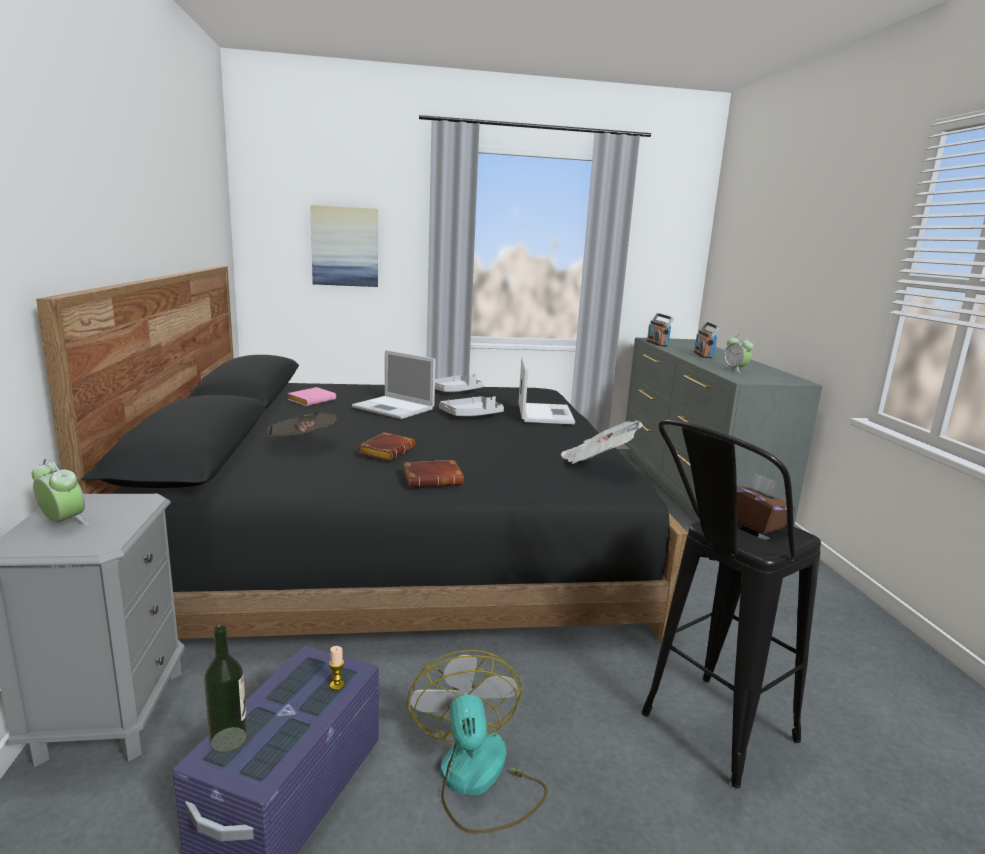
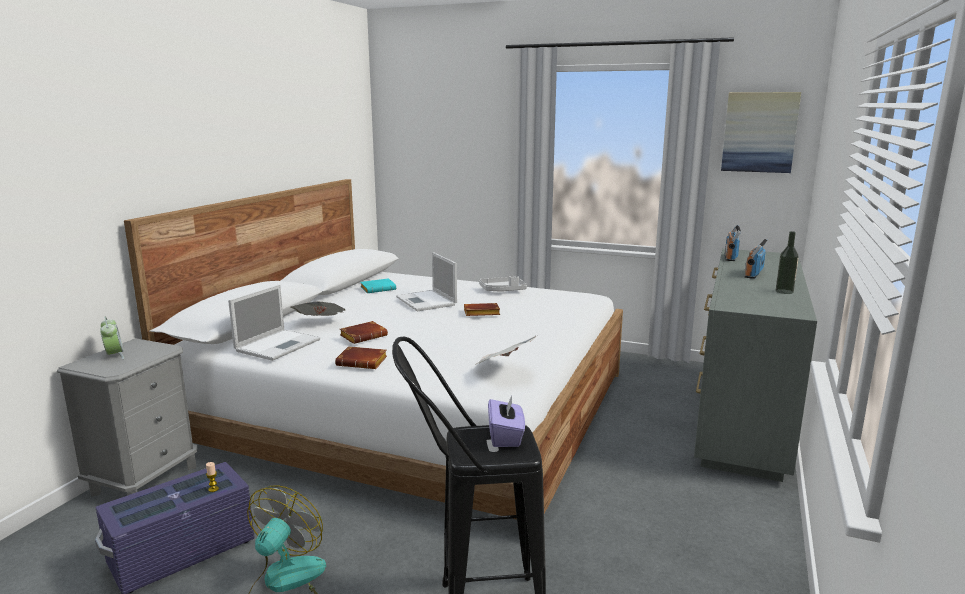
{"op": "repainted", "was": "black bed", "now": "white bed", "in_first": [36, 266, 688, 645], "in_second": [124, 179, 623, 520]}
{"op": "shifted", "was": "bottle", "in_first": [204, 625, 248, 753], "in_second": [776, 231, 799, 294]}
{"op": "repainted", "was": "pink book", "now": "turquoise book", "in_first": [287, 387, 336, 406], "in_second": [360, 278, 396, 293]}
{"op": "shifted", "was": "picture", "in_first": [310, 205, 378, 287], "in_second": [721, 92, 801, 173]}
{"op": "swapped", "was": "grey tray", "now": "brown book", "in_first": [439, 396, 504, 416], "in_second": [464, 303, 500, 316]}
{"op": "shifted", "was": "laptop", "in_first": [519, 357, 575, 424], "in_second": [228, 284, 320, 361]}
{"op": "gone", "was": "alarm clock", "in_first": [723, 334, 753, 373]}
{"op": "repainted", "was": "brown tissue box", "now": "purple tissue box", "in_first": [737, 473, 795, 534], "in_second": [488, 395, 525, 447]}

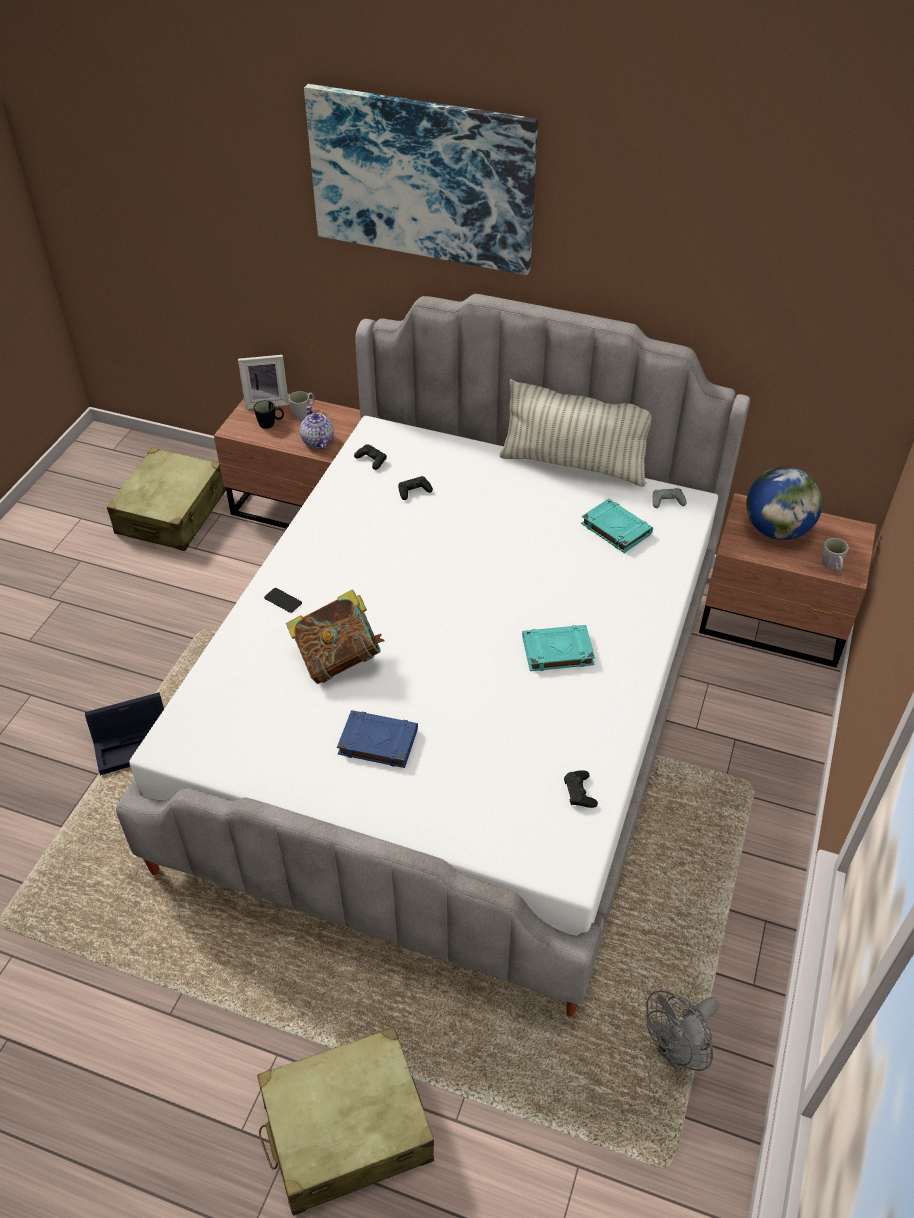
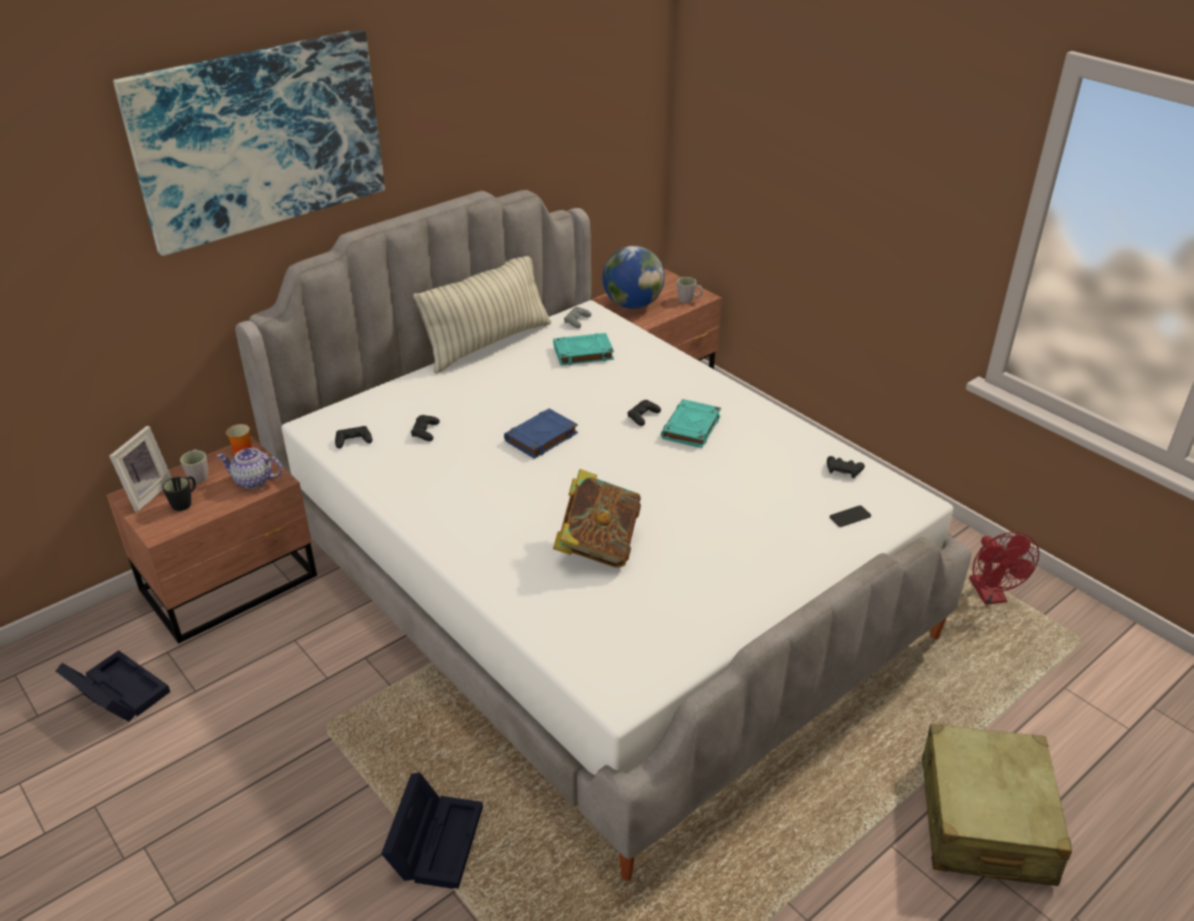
{"op": "swapped", "was": "beige suitcase", "now": "black storage box", "in_first": [107, 448, 226, 551], "in_second": [56, 650, 170, 722]}
{"op": "shifted", "was": "phone", "in_first": [264, 588, 302, 613], "in_second": [829, 506, 871, 527]}
{"op": "shifted", "was": "blue book", "in_first": [337, 710, 418, 768], "in_second": [504, 409, 578, 459]}
{"op": "repainted", "was": "grey fan", "now": "red fan", "in_first": [646, 991, 719, 1071], "in_second": [969, 532, 1039, 605]}
{"op": "new", "now": "mug", "in_second": [226, 424, 252, 455]}
{"op": "new", "now": "black game controller", "in_second": [627, 400, 661, 426]}

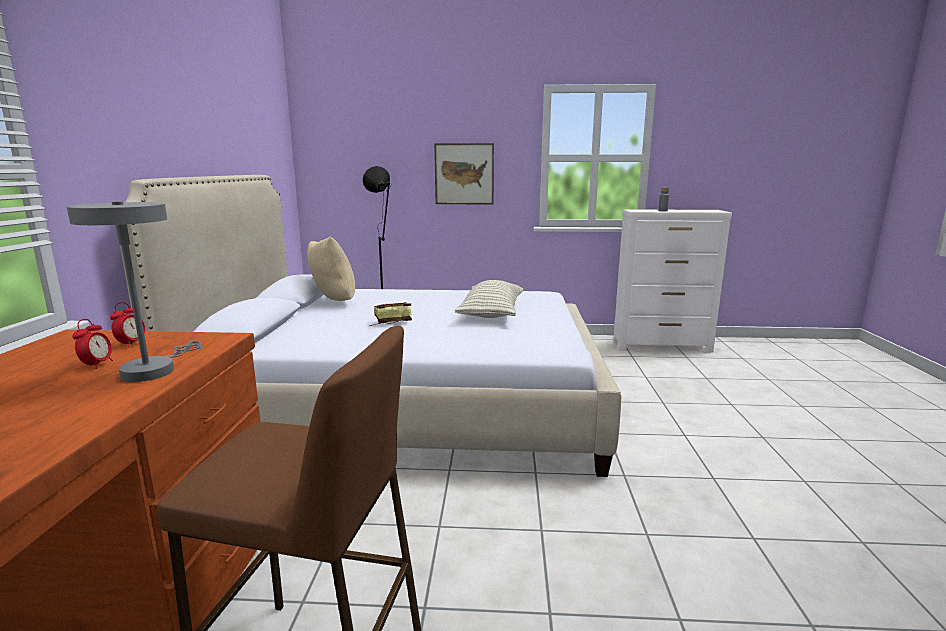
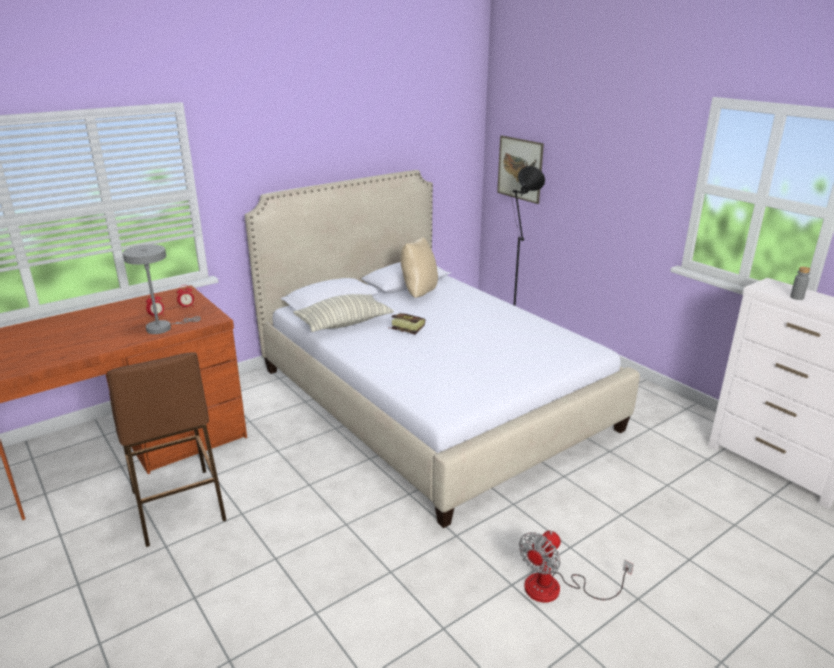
{"op": "shifted", "was": "picture", "in_first": [434, 143, 494, 204], "in_second": [497, 135, 544, 204]}
{"op": "shifted", "was": "pillow", "in_first": [455, 280, 523, 318], "in_second": [293, 294, 394, 332]}
{"op": "new", "now": "fan", "in_second": [519, 530, 634, 603]}

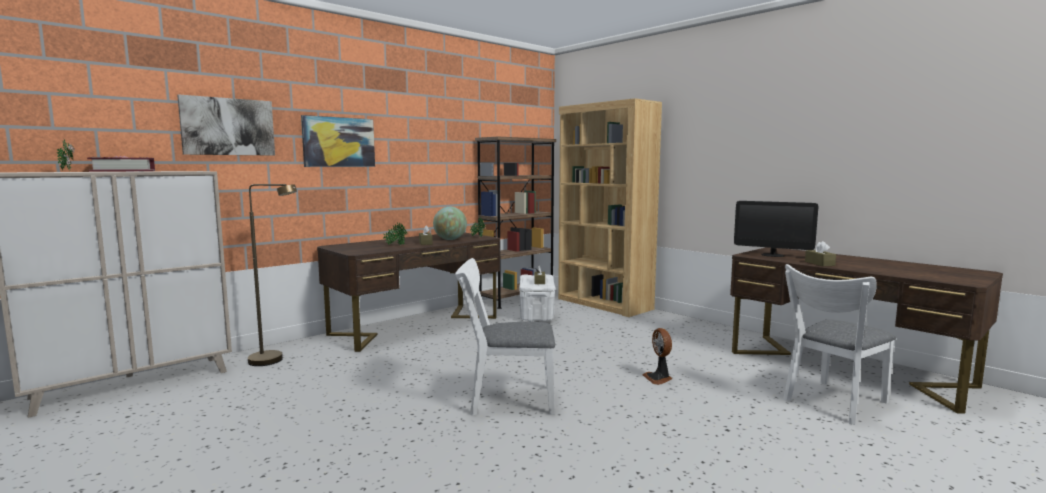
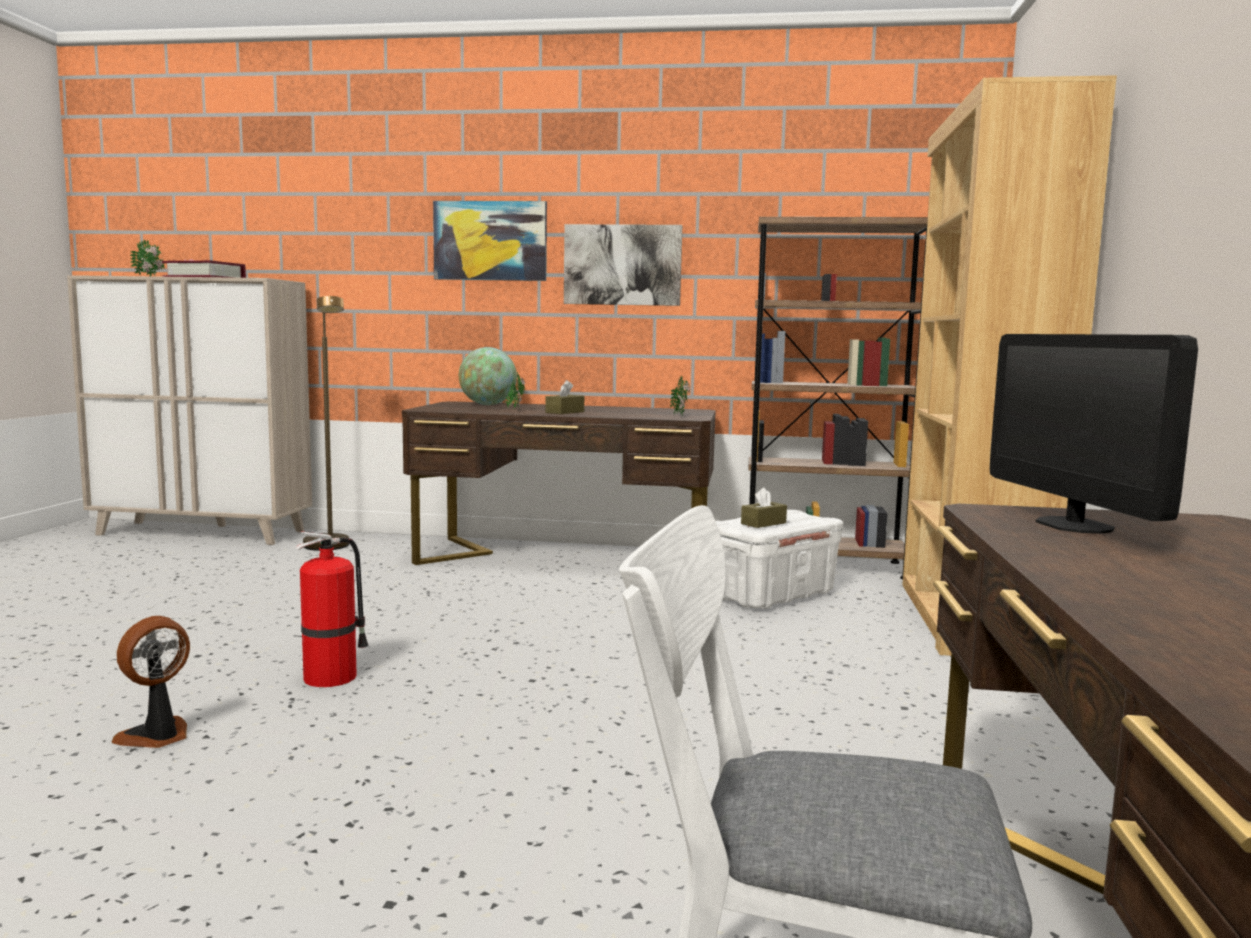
{"op": "shifted", "was": "picture", "in_first": [177, 94, 275, 156], "in_second": [564, 224, 682, 306]}
{"op": "shifted", "was": "globe", "in_first": [433, 207, 467, 240], "in_second": [459, 347, 517, 405]}
{"op": "swapped", "was": "white chair", "now": "fire extinguisher", "in_first": [455, 258, 555, 416], "in_second": [296, 531, 368, 687]}
{"op": "shifted", "was": "fan", "in_first": [643, 328, 672, 385], "in_second": [112, 616, 190, 748]}
{"op": "gone", "was": "brown tissue box", "in_first": [805, 241, 836, 266]}

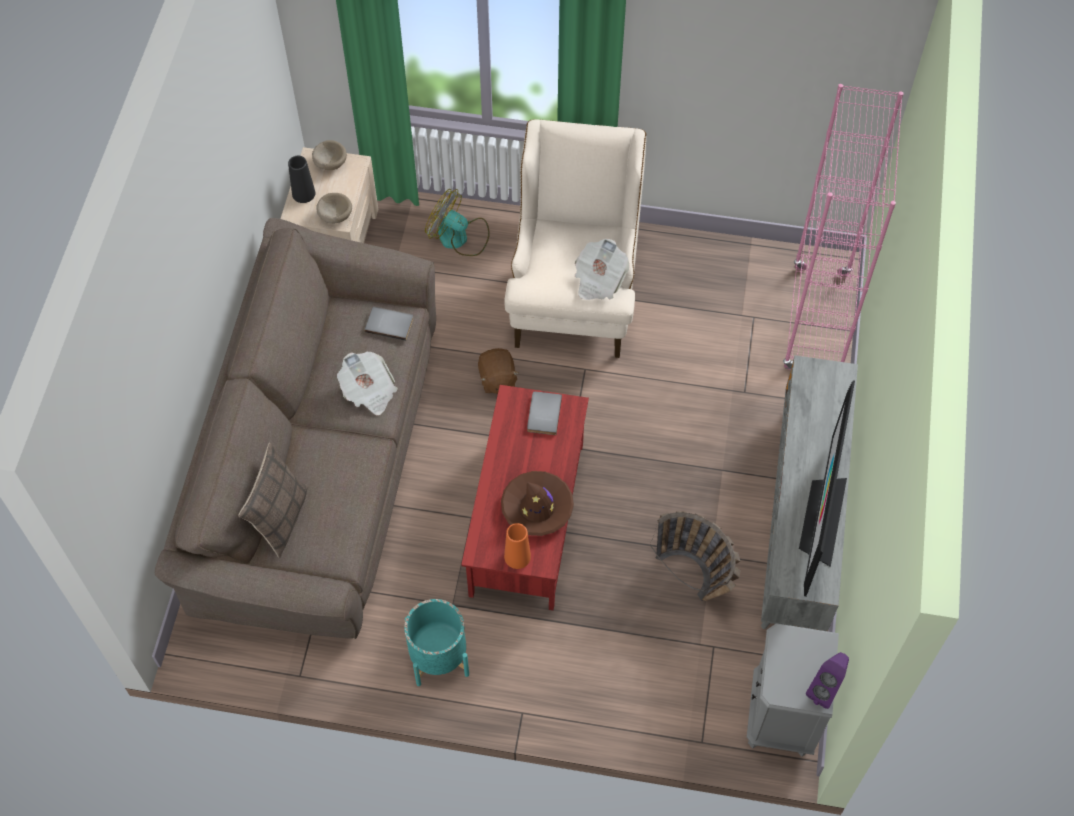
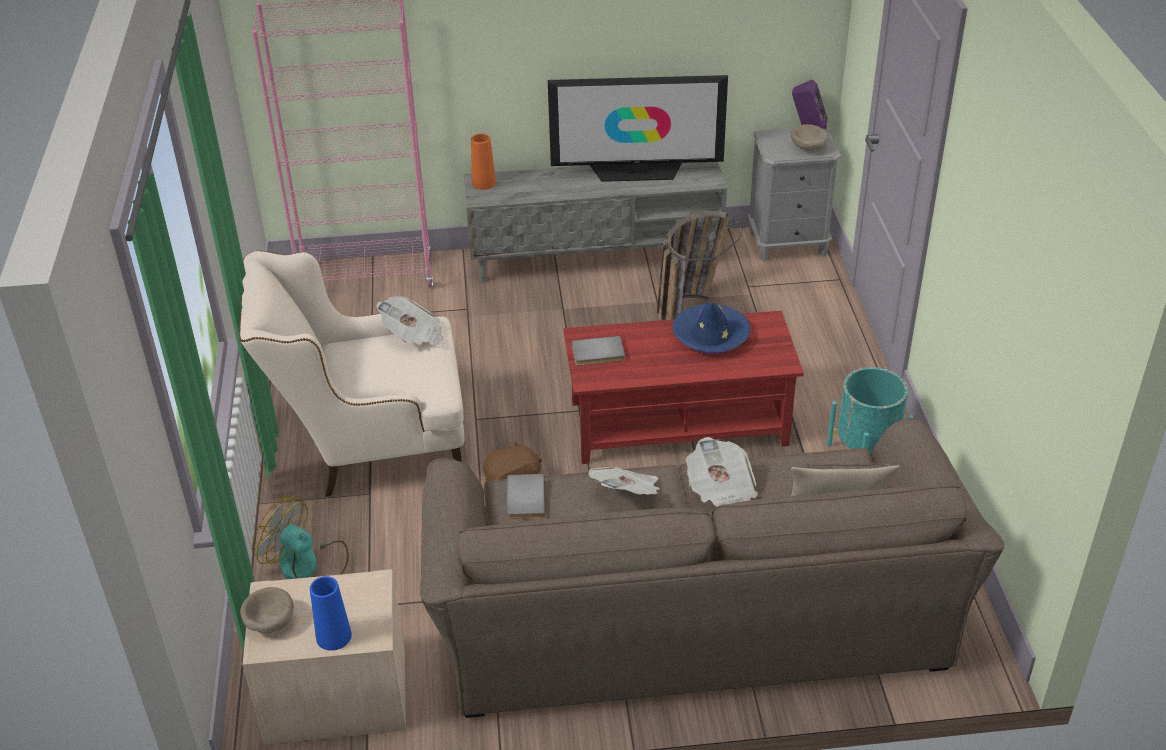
{"op": "repainted", "was": "black vase", "now": "blue vase", "in_first": [288, 156, 315, 203], "in_second": [310, 576, 352, 651]}
{"op": "shifted", "was": "beige bowl", "in_first": [316, 193, 352, 224], "in_second": [791, 124, 828, 151]}
{"op": "rotated", "was": "fan", "in_first": [425, 189, 490, 256], "in_second": [252, 495, 349, 579], "clockwise": 105}
{"op": "repainted", "was": "brown hat", "now": "blue hat", "in_first": [501, 471, 574, 536], "in_second": [673, 303, 750, 354]}
{"op": "shifted", "was": "orange vase", "in_first": [504, 523, 531, 569], "in_second": [471, 134, 496, 190]}
{"op": "new", "now": "newspaper", "in_second": [686, 437, 758, 507]}

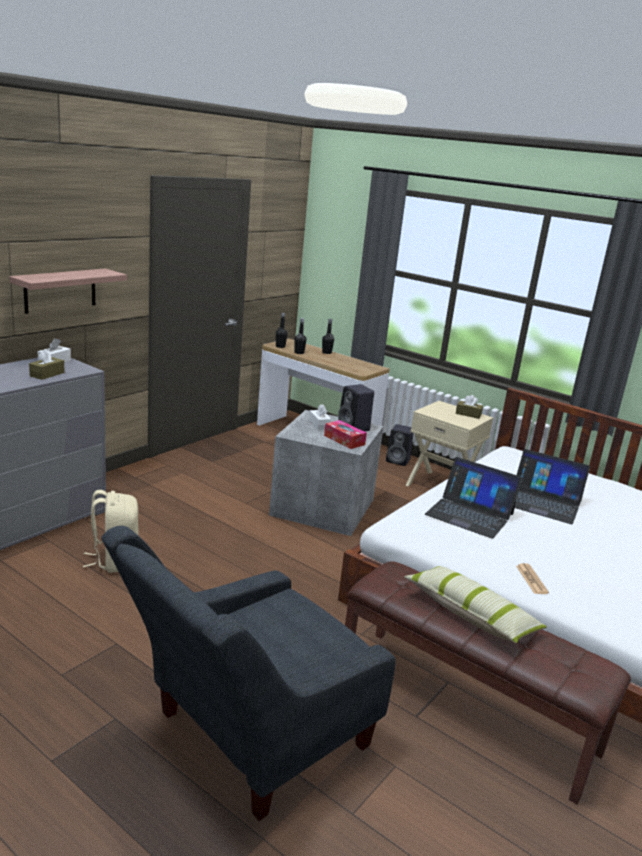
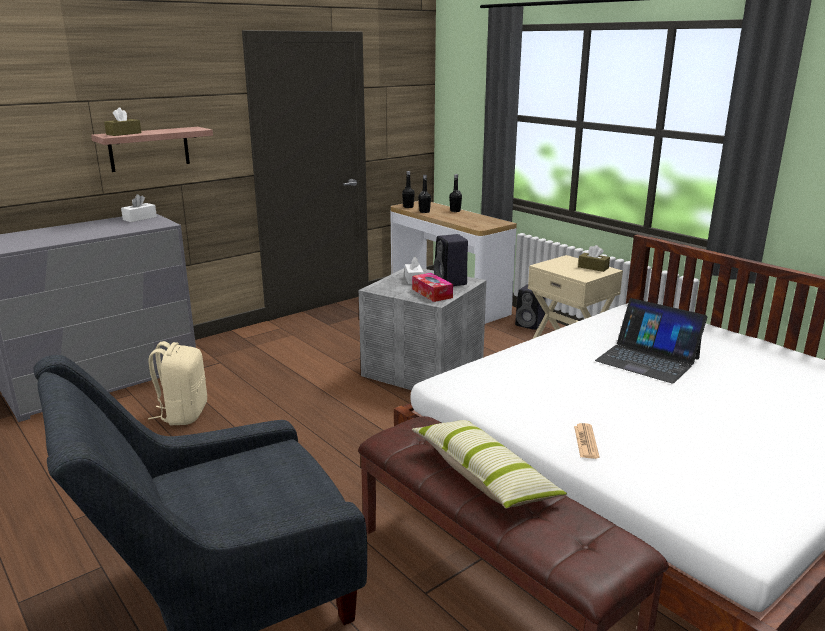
{"op": "shifted", "was": "brown tissue box", "in_first": [29, 349, 65, 380], "in_second": [104, 107, 141, 136]}
{"op": "gone", "was": "laptop", "in_first": [425, 457, 522, 539]}

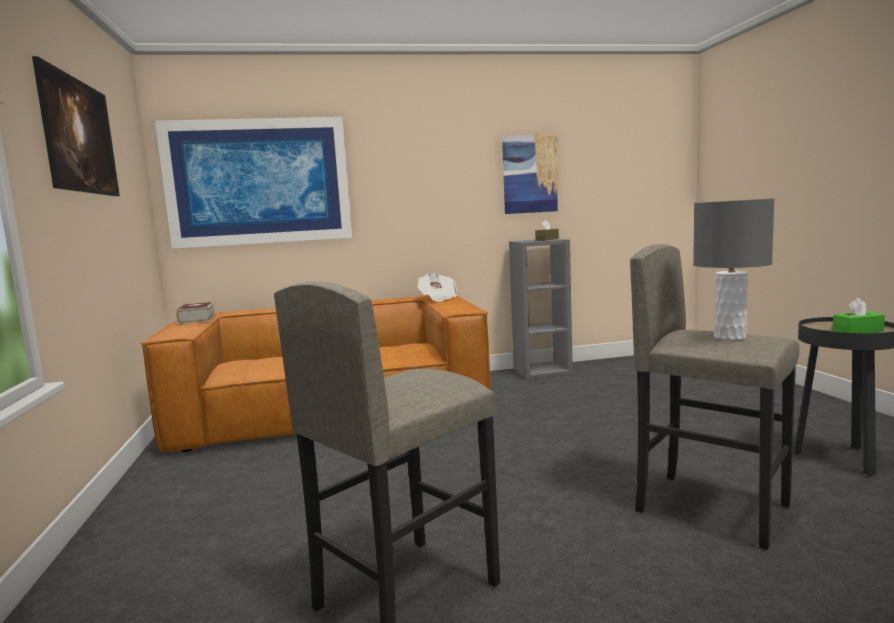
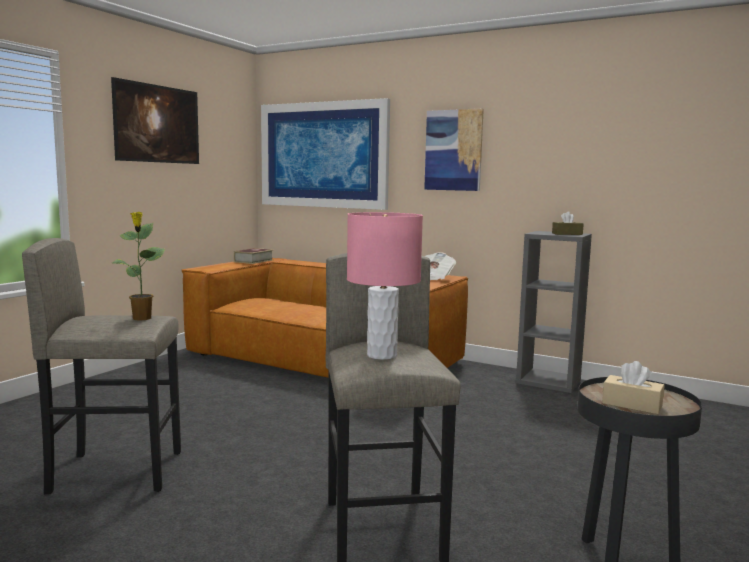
{"op": "shifted", "was": "picture", "in_first": [502, 134, 559, 214], "in_second": [424, 109, 484, 191]}
{"op": "repainted", "was": "grey table lamp", "now": "pink table lamp", "in_first": [693, 198, 775, 340], "in_second": [347, 212, 423, 360]}
{"op": "repainted", "was": "green tissue box", "now": "beige tissue box", "in_first": [833, 298, 885, 333], "in_second": [602, 361, 664, 414]}
{"op": "new", "now": "potted plant", "in_second": [112, 212, 165, 321]}

